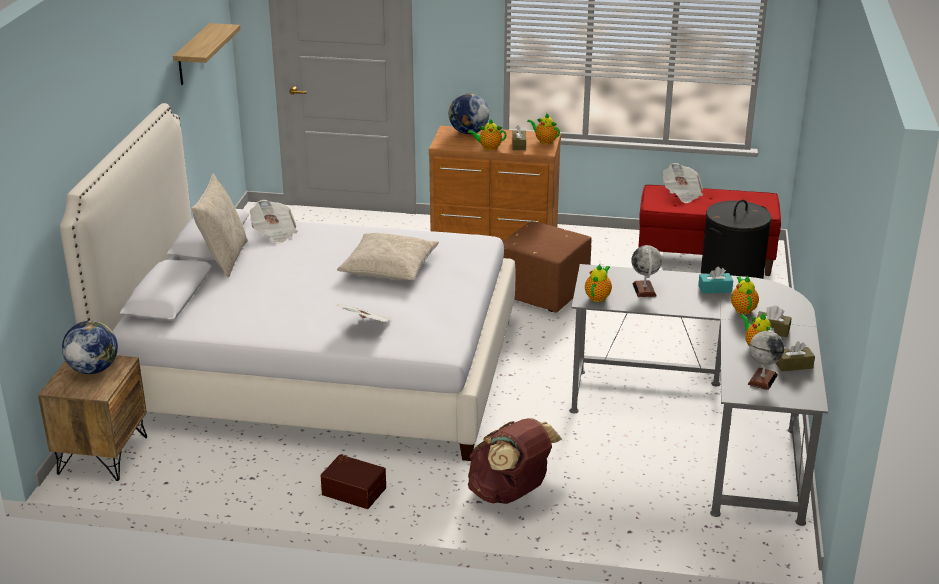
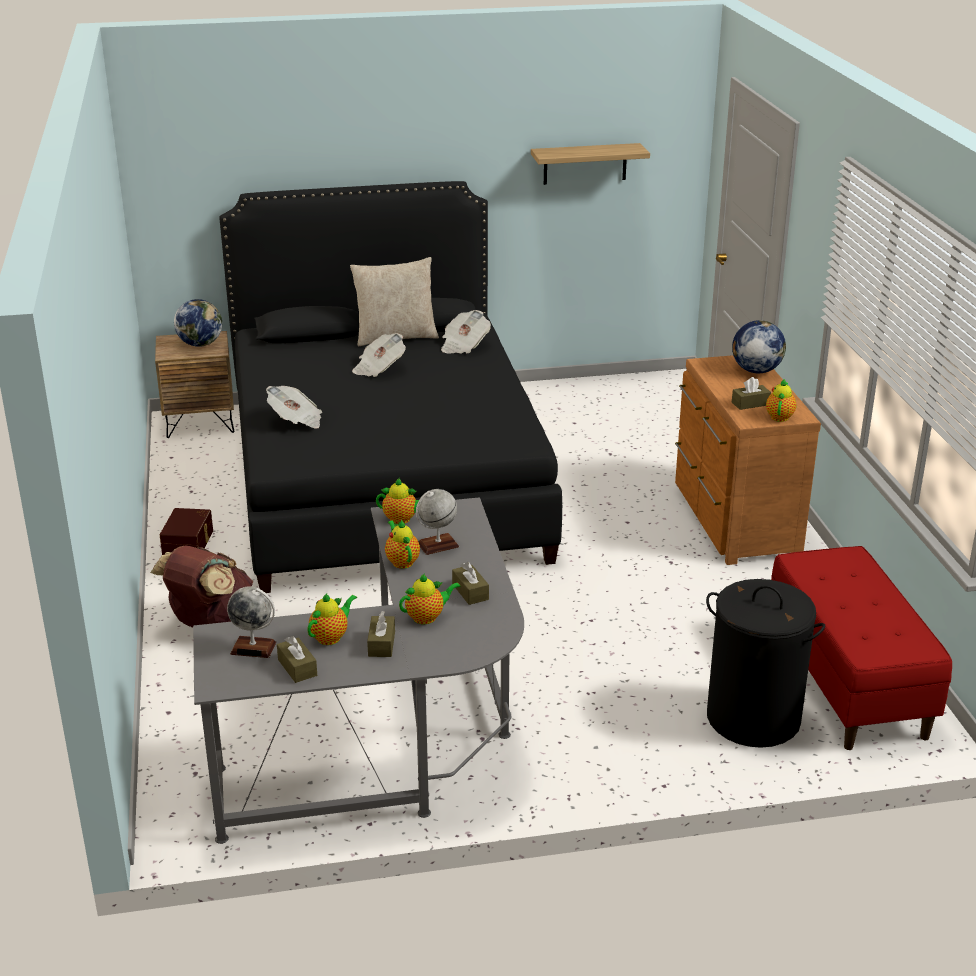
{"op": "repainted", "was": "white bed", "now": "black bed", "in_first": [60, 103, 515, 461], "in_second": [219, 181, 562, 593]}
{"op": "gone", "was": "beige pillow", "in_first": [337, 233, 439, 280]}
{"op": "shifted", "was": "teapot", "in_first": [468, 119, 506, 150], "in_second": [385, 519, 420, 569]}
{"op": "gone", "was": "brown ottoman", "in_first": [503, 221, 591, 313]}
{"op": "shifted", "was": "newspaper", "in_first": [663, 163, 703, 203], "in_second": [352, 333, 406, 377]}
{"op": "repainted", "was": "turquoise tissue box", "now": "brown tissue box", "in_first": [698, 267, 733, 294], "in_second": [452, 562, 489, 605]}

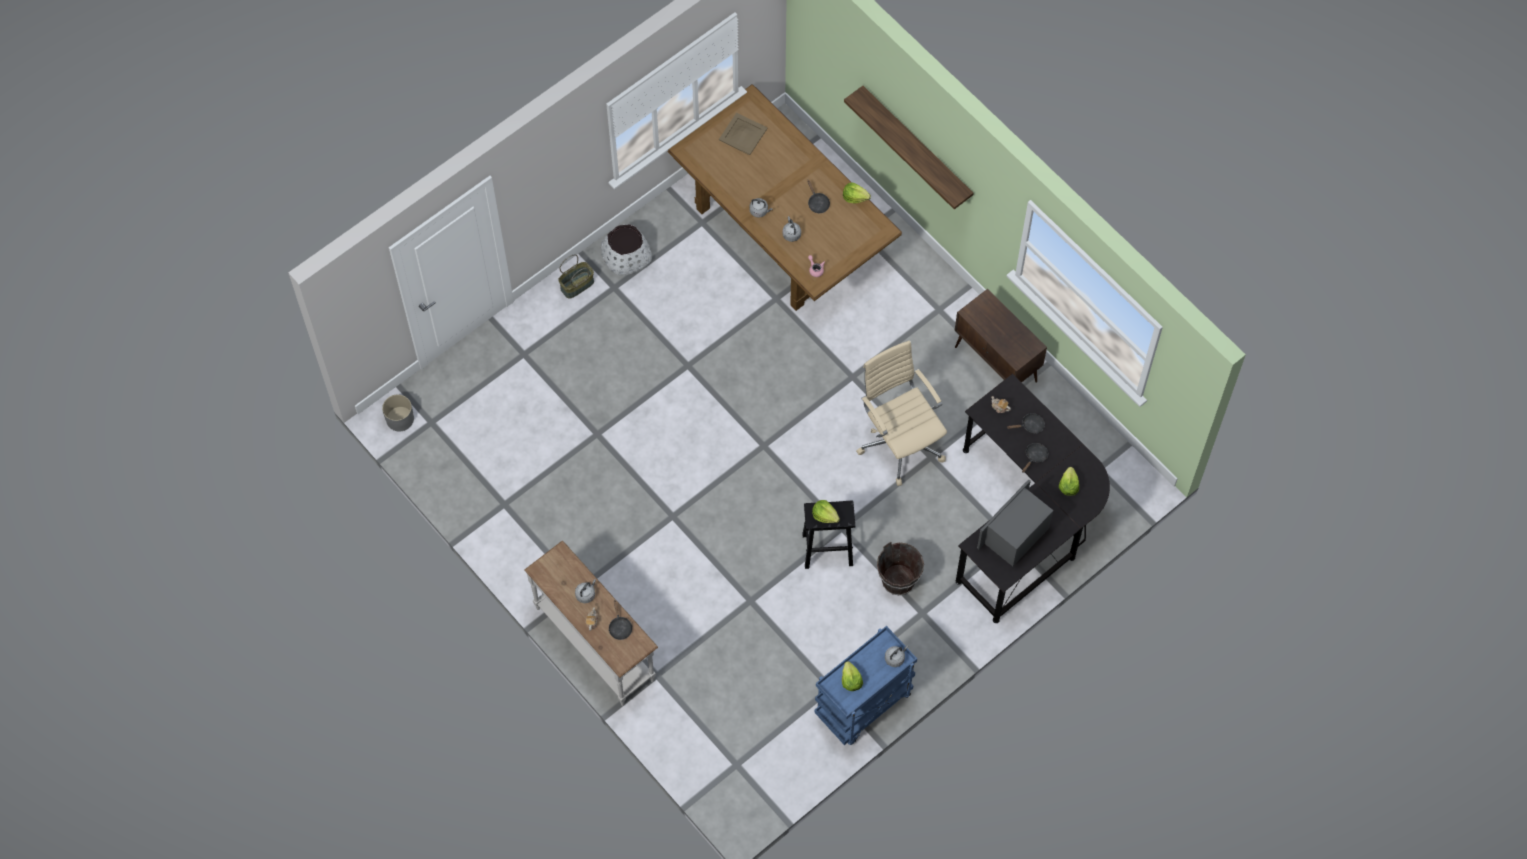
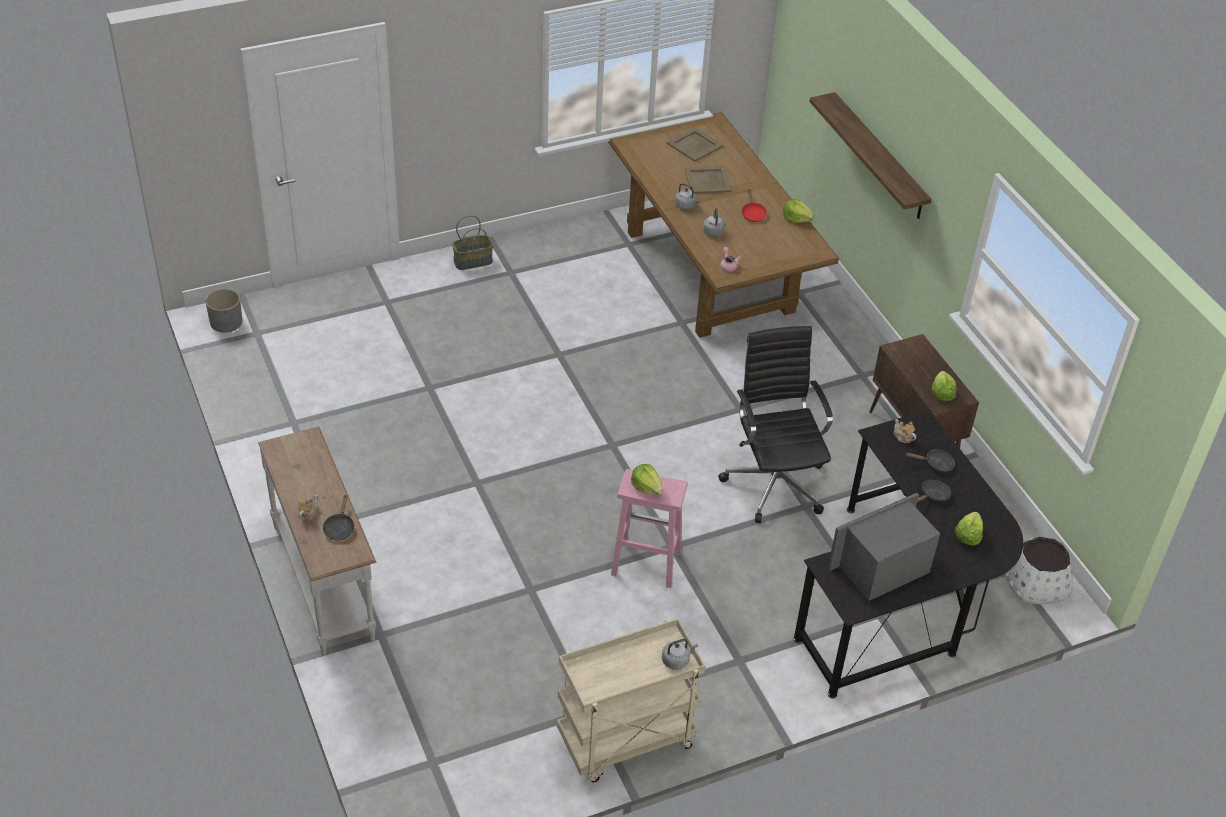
{"op": "gone", "was": "grey kettle", "in_first": [575, 579, 596, 603]}
{"op": "shifted", "was": "white planter", "in_first": [601, 224, 652, 276], "in_second": [1005, 537, 1073, 604]}
{"op": "repainted", "was": "black stool", "now": "pink stool", "in_first": [802, 501, 855, 569], "in_second": [611, 469, 688, 588]}
{"op": "repainted", "was": "black frying pan", "now": "red frying pan", "in_first": [807, 180, 830, 213], "in_second": [741, 190, 767, 222]}
{"op": "repainted", "was": "blue cart", "now": "beige cart", "in_first": [814, 626, 917, 745], "in_second": [557, 618, 705, 782]}
{"op": "shifted", "was": "lettuce", "in_first": [842, 661, 863, 691], "in_second": [932, 371, 957, 401]}
{"op": "repainted", "was": "beige office chair", "now": "black office chair", "in_first": [856, 341, 947, 486], "in_second": [718, 326, 833, 523]}
{"op": "gone", "was": "brown bucket", "in_first": [877, 542, 924, 595]}
{"op": "new", "now": "beige tray", "in_second": [685, 166, 732, 194]}

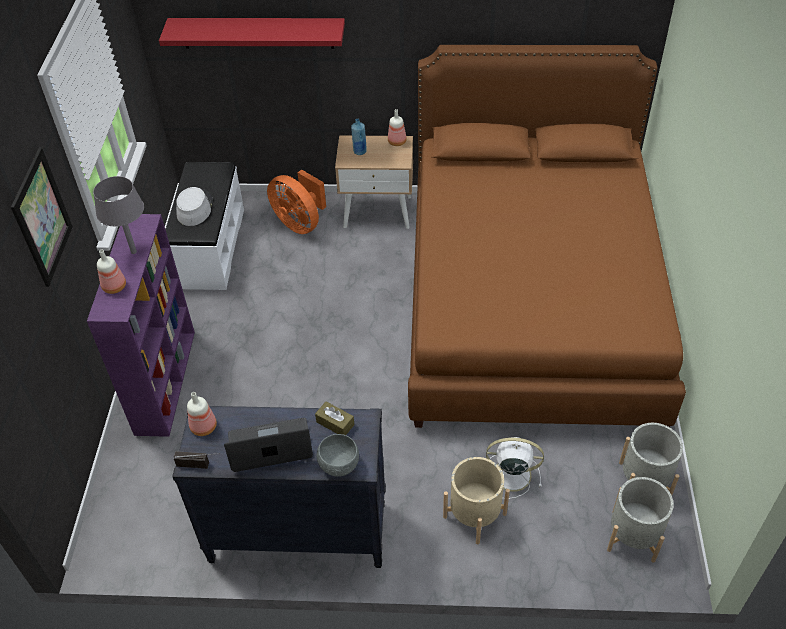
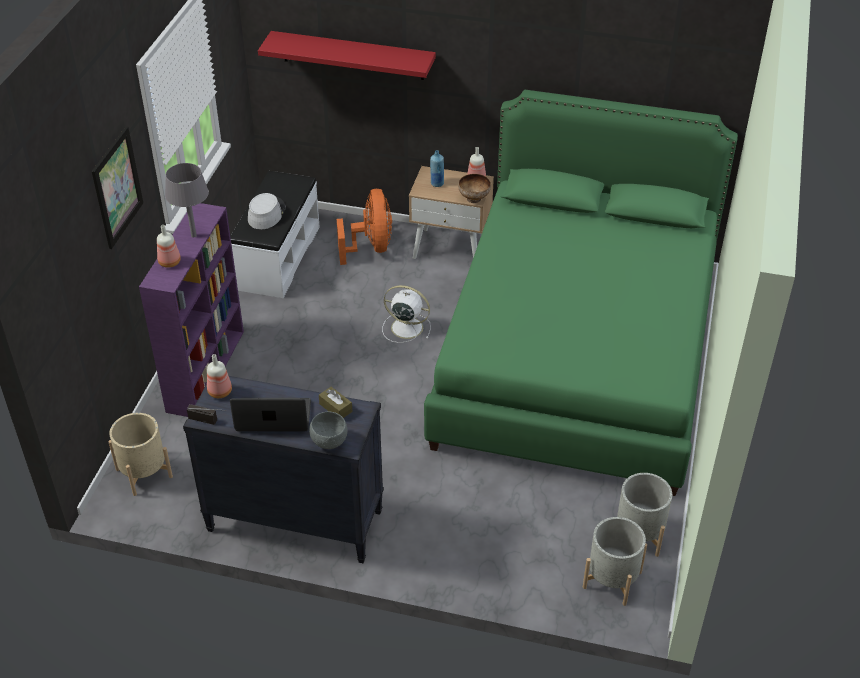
{"op": "rotated", "was": "orange fan", "in_first": [267, 170, 326, 234], "in_second": [337, 189, 392, 265], "clockwise": -150}
{"op": "repainted", "was": "brown bed", "now": "green bed", "in_first": [408, 45, 686, 428], "in_second": [424, 90, 738, 496]}
{"op": "shifted", "was": "beige planter", "in_first": [443, 457, 510, 545], "in_second": [108, 413, 173, 496]}
{"op": "shifted", "was": "white fan", "in_first": [486, 437, 544, 499], "in_second": [382, 285, 431, 343]}
{"op": "new", "now": "bowl", "in_second": [458, 174, 491, 203]}

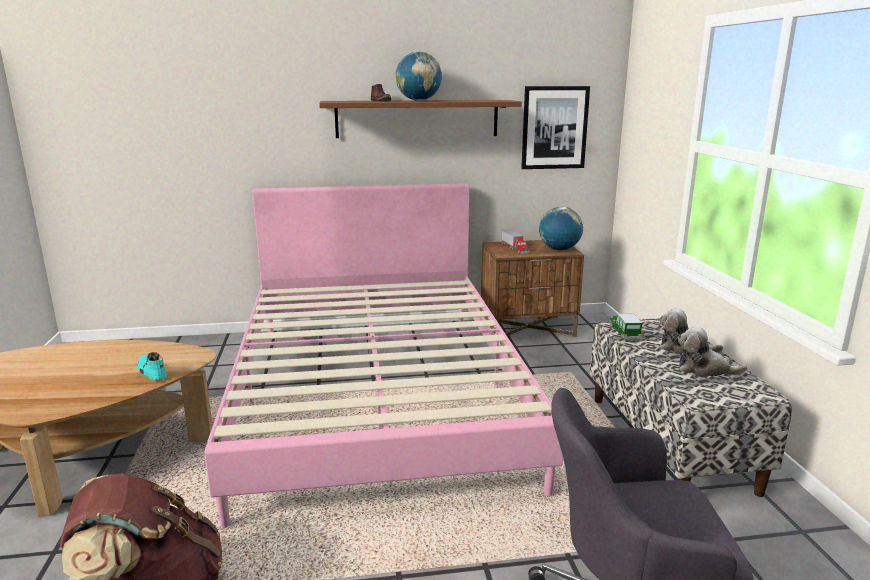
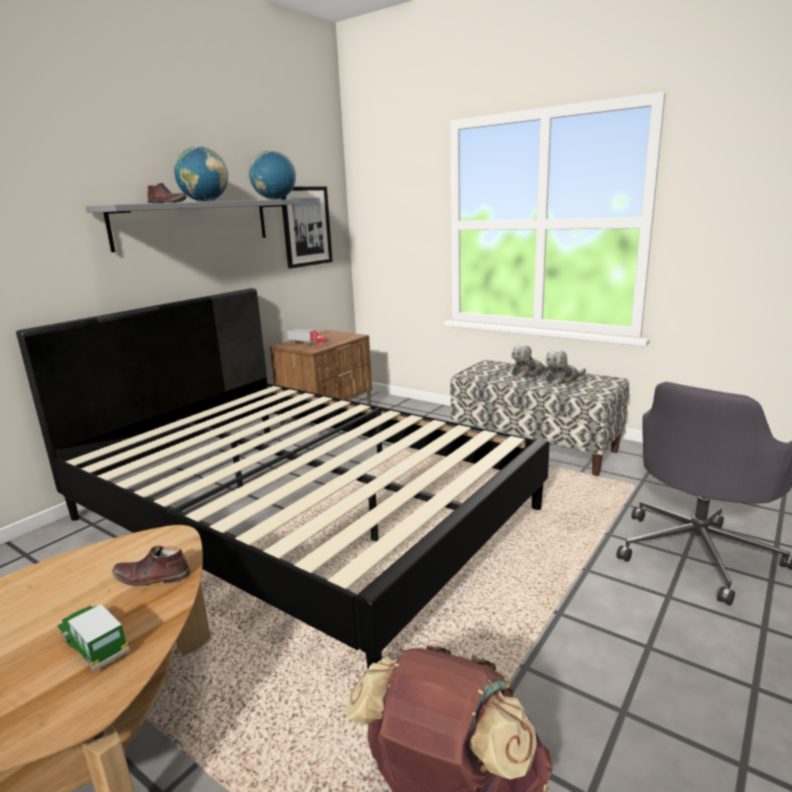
{"op": "repainted", "was": "turquoise shoe", "now": "brown shoe", "in_first": [138, 352, 167, 381], "in_second": [112, 546, 191, 586]}
{"op": "repainted", "was": "pink bed", "now": "black bed", "in_first": [204, 183, 563, 528], "in_second": [16, 288, 549, 669]}
{"op": "repainted", "was": "brown shelf", "now": "grey shelf", "in_first": [319, 100, 522, 138], "in_second": [86, 199, 301, 252]}
{"op": "shifted", "was": "globe", "in_first": [539, 207, 583, 250], "in_second": [249, 150, 296, 200]}
{"op": "shifted", "was": "toy car", "in_first": [610, 314, 642, 339], "in_second": [57, 604, 130, 671]}

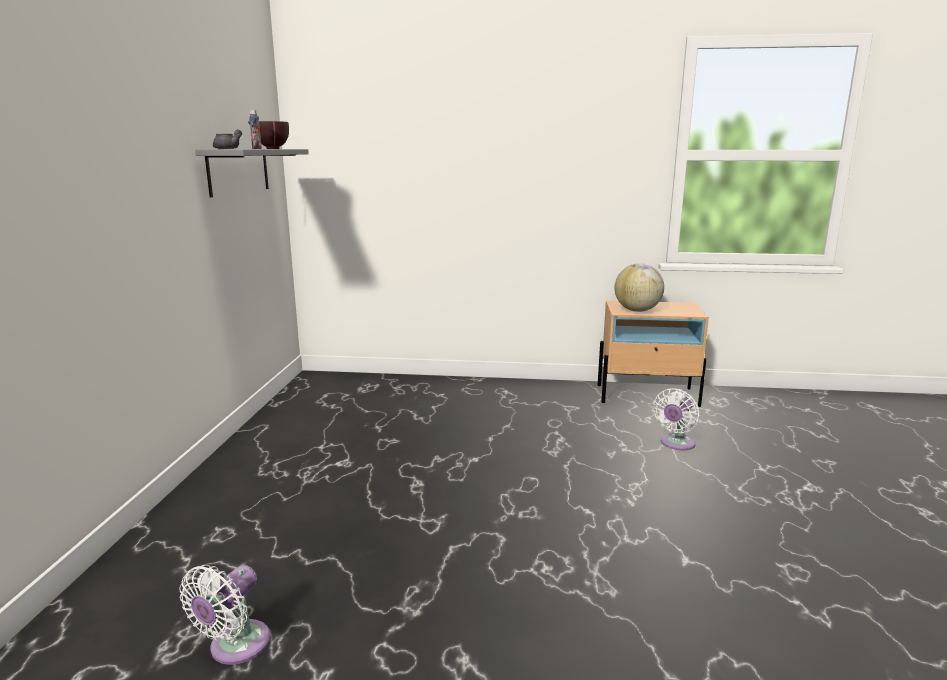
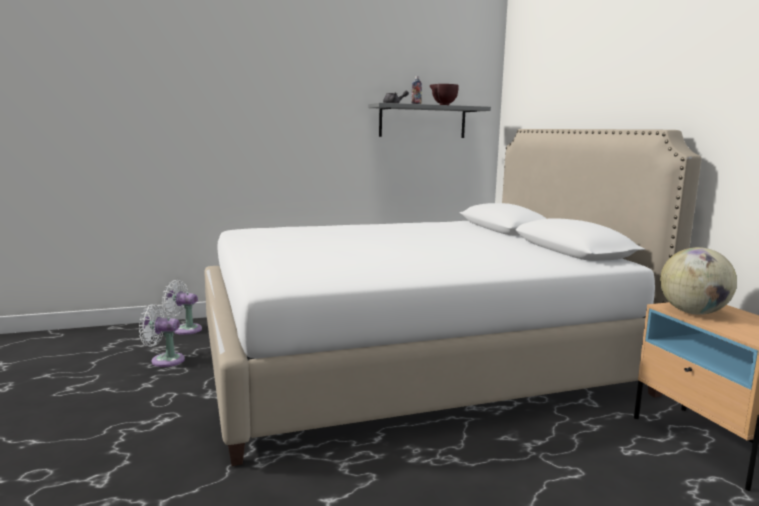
{"op": "shifted", "was": "white fan", "in_first": [653, 388, 700, 450], "in_second": [162, 280, 202, 335]}
{"op": "new", "now": "white bed", "in_second": [204, 129, 702, 466]}

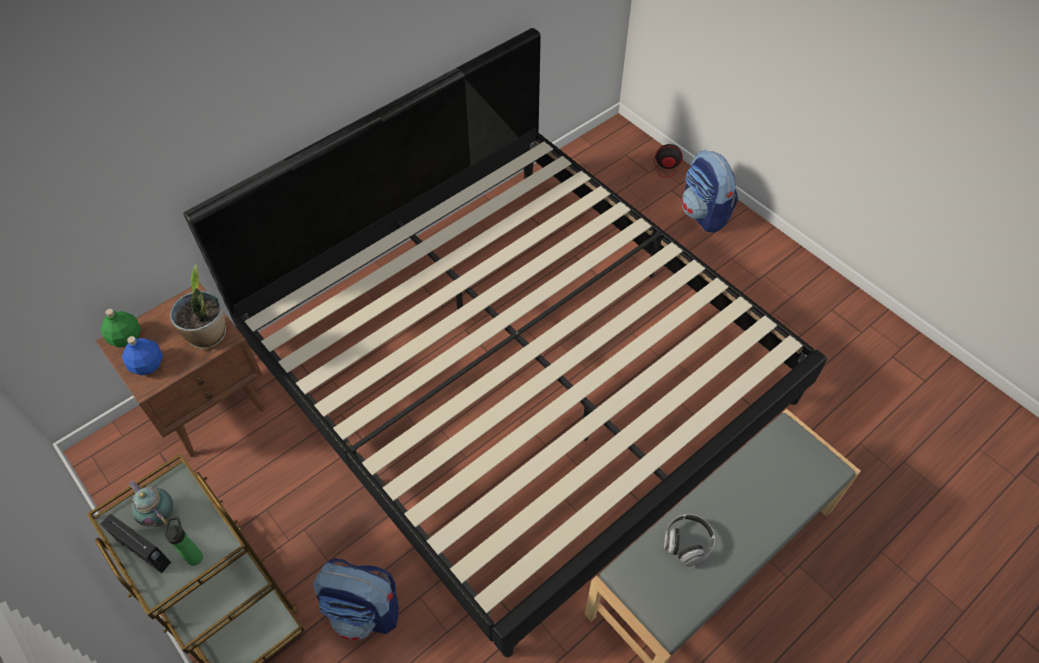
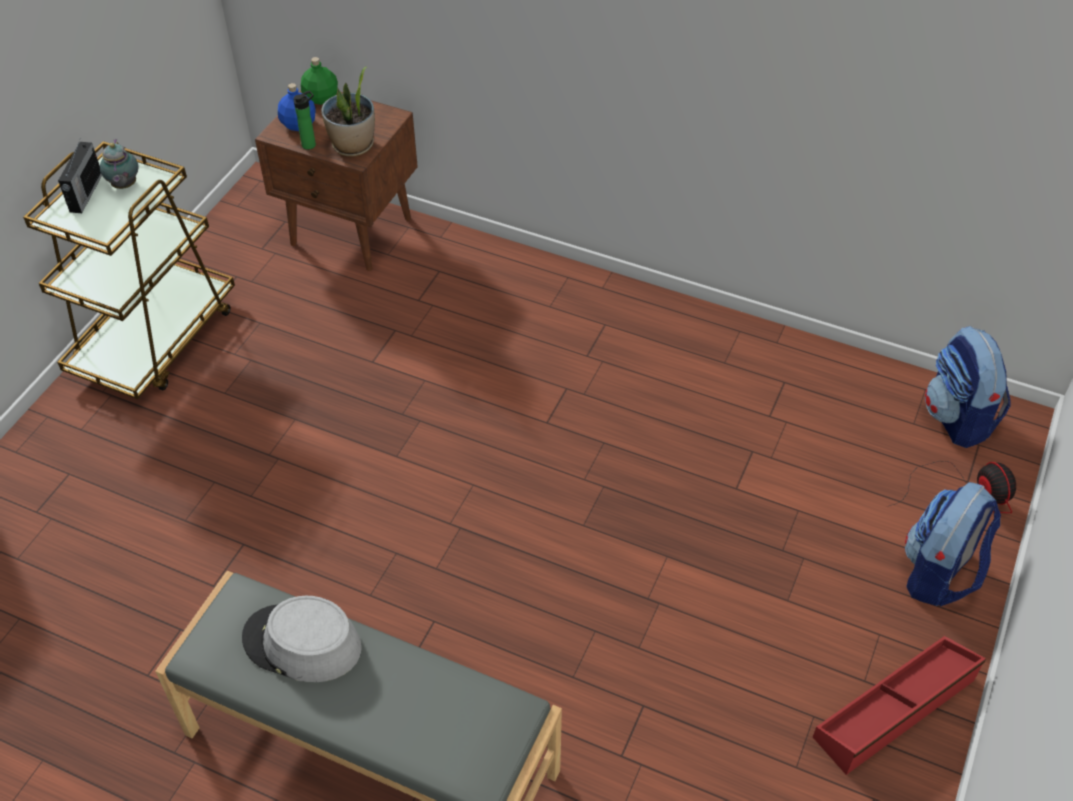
{"op": "rotated", "was": "teapot", "in_first": [129, 481, 173, 527], "in_second": [100, 139, 139, 189], "clockwise": 150}
{"op": "shifted", "was": "bottle", "in_first": [165, 517, 203, 566], "in_second": [293, 91, 316, 150]}
{"op": "gone", "was": "bed", "in_first": [183, 28, 827, 657]}
{"op": "shifted", "was": "backpack", "in_first": [313, 558, 399, 640], "in_second": [925, 326, 1011, 448]}
{"op": "swapped", "was": "headphones", "now": "grey hat", "in_first": [664, 514, 715, 567], "in_second": [242, 596, 362, 682]}
{"op": "new", "now": "red storage box", "in_second": [813, 636, 986, 775]}

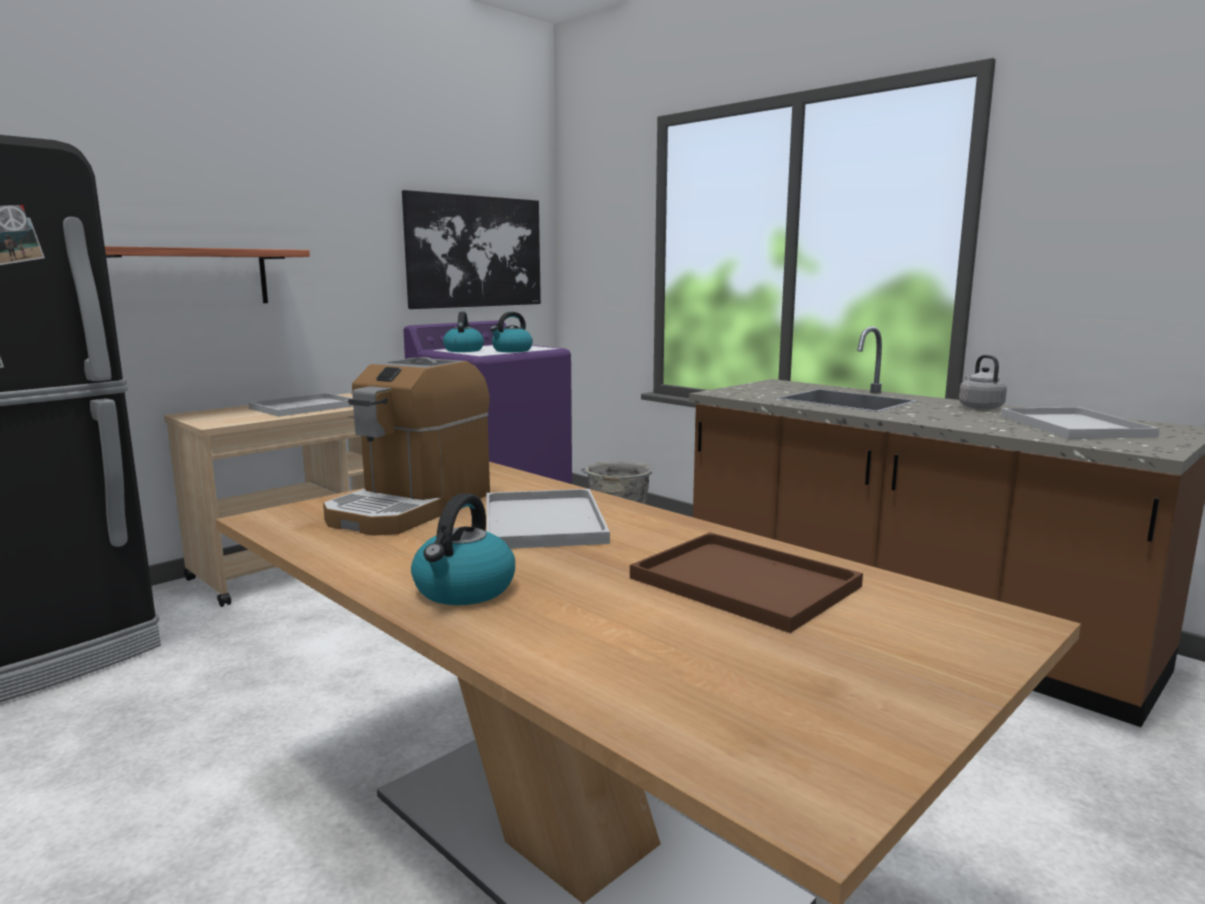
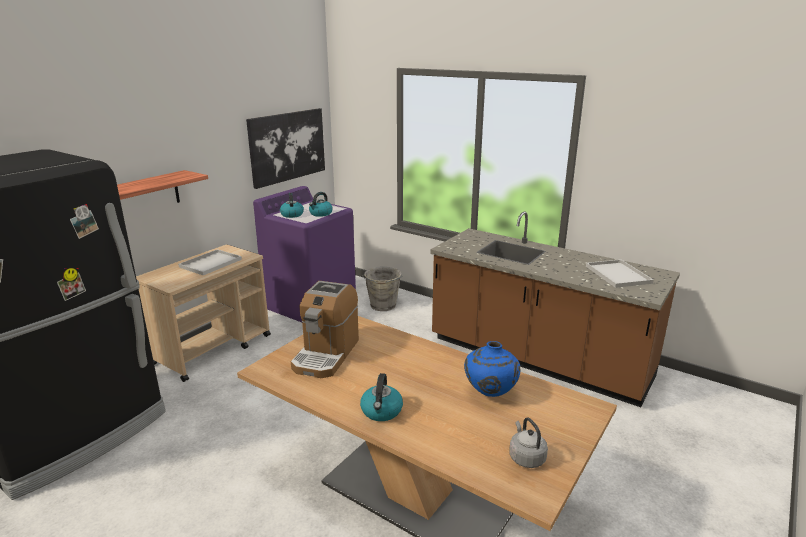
{"op": "gone", "was": "white tray", "in_first": [487, 489, 610, 549]}
{"op": "swapped", "was": "brown tray", "now": "blue vase", "in_first": [630, 532, 863, 633], "in_second": [464, 341, 520, 397]}
{"op": "shifted", "was": "grey kettle", "in_first": [959, 355, 1007, 410], "in_second": [509, 417, 548, 468]}

